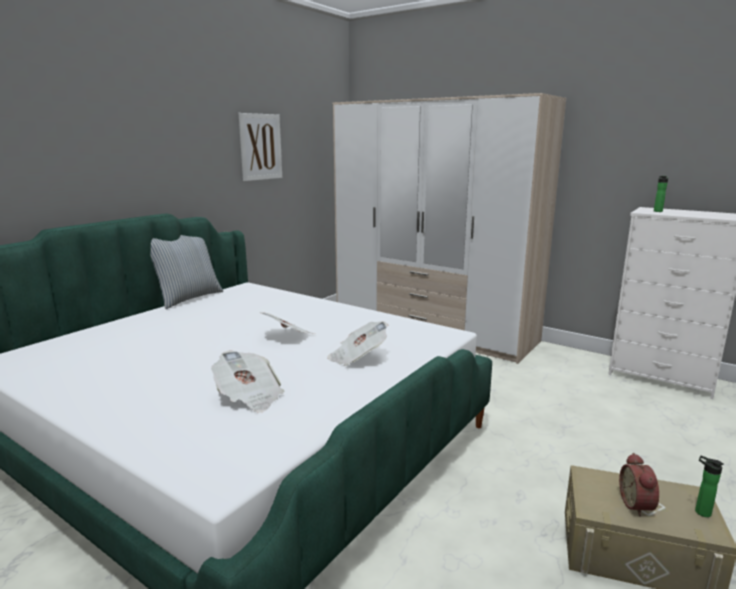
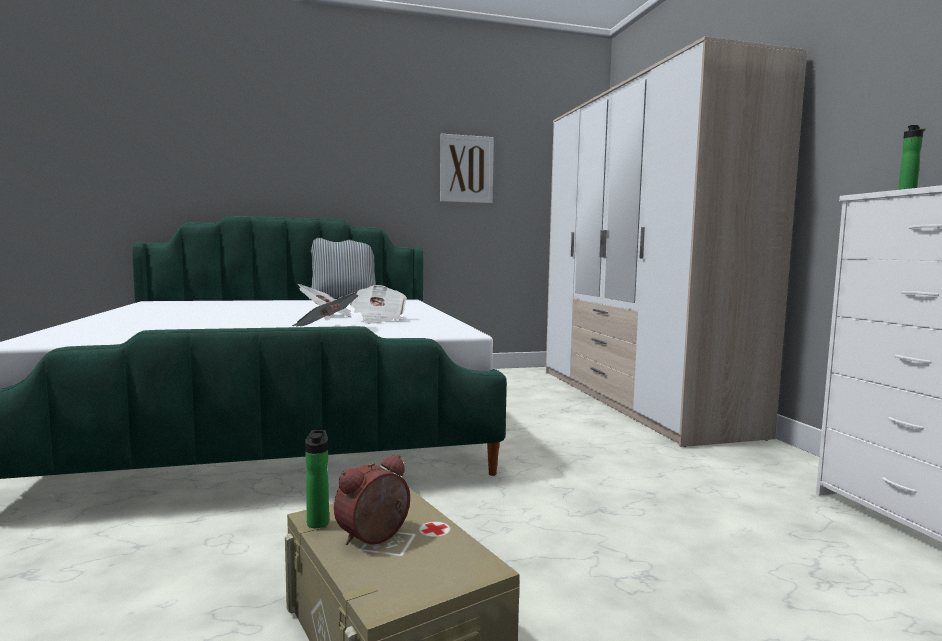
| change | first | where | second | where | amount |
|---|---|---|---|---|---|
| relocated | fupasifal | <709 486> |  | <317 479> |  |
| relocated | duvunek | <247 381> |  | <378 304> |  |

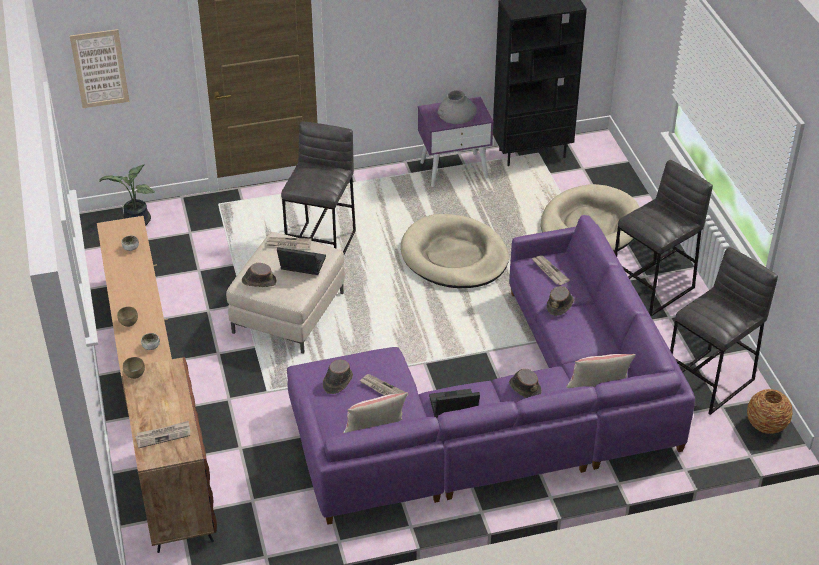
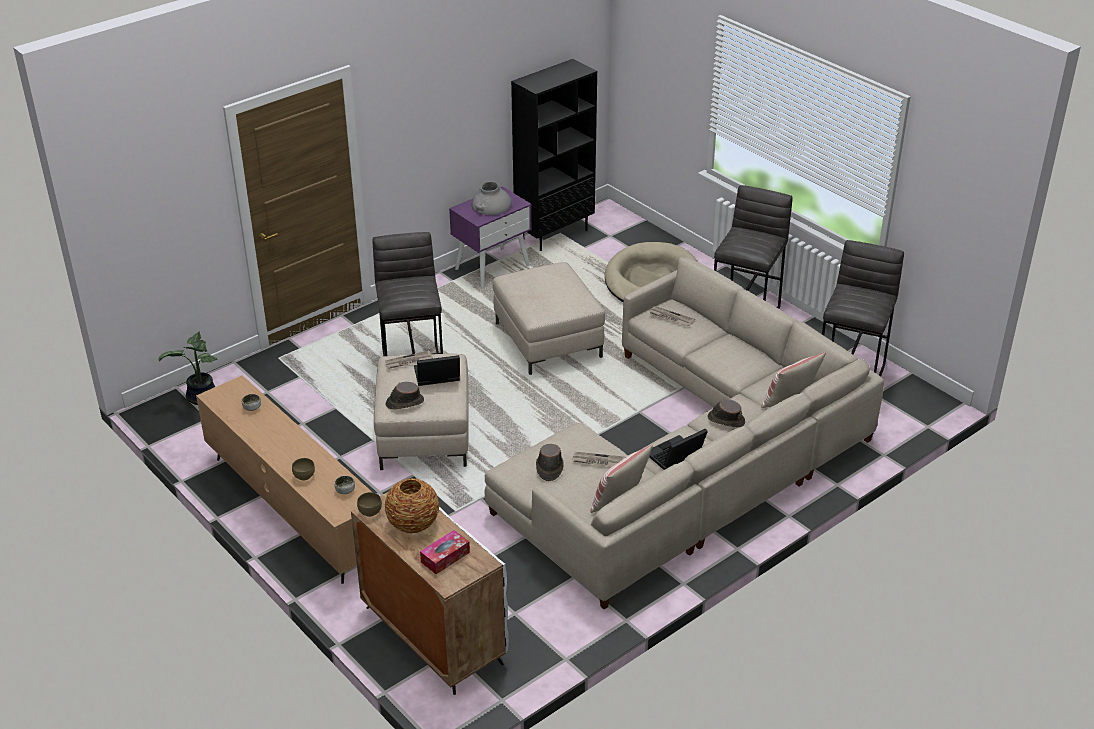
| change | first | where | second | where | amount |
|---|---|---|---|---|---|
| colour | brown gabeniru | <169 455> | white gabeniru | <430 593> |  |
| relocated | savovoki | <770 411> |  | <412 505> |  |
| exchanged | duvunek | <163 434> | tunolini | <445 552> |  |
| colour | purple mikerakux | <491 370> | beige mikerakux | <684 433> |  |
| exchanged | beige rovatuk | <455 251> | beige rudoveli | <549 318> |  |
| missing | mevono | <100 68> |  |  |  |
| missing | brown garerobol | <560 301> |  |  |  |

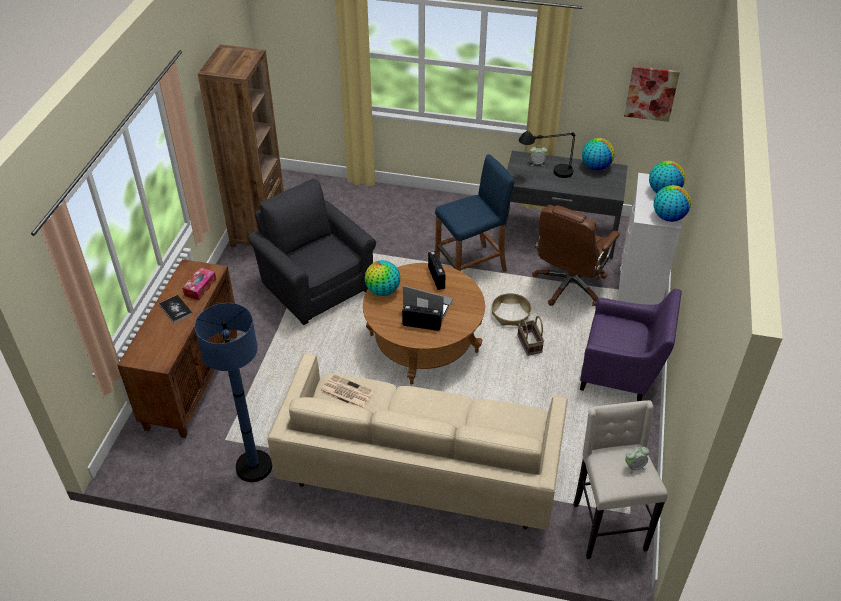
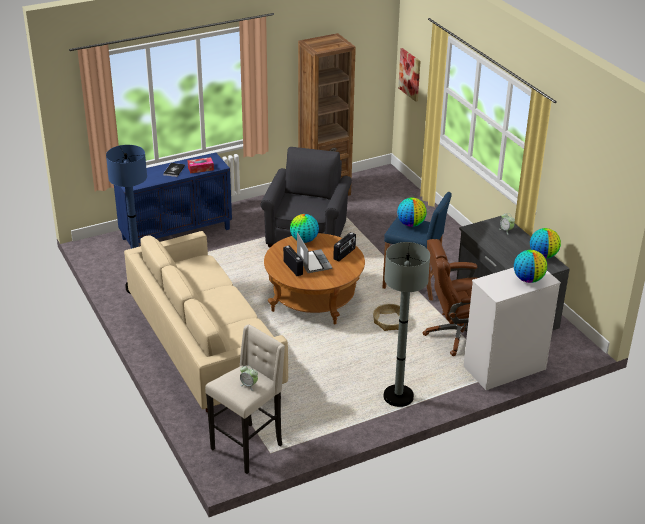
| change | first | where | second | where | amount |
|---|---|---|---|---|---|
| colour | brown gabeniru | <177 348> | blue gabeniru | <173 199> |  |
| exchanged | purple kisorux | <631 345> | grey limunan | <406 324> |  |
| relocated | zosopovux | <672 203> |  | <412 212> |  |
| relocated | mevono | <652 94> |  | <409 75> |  |
| missing | duvunek | <347 391> |  |  |  |
| missing | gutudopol | <531 336> |  |  |  |
| missing | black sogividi | <547 154> |  |  |  |

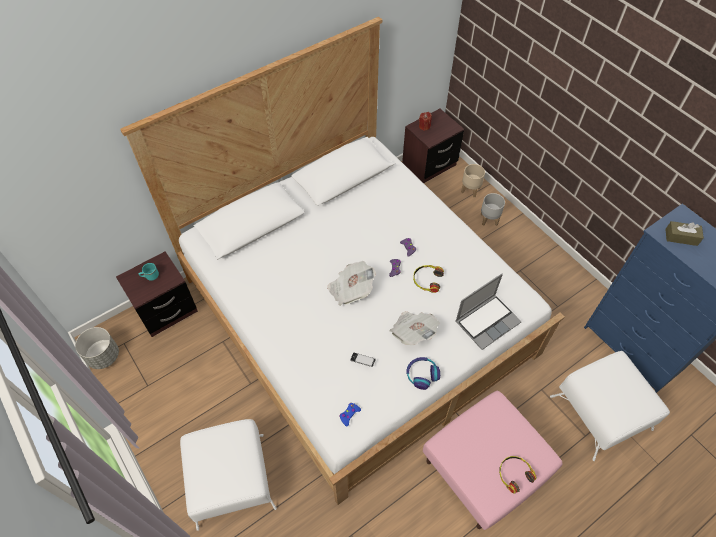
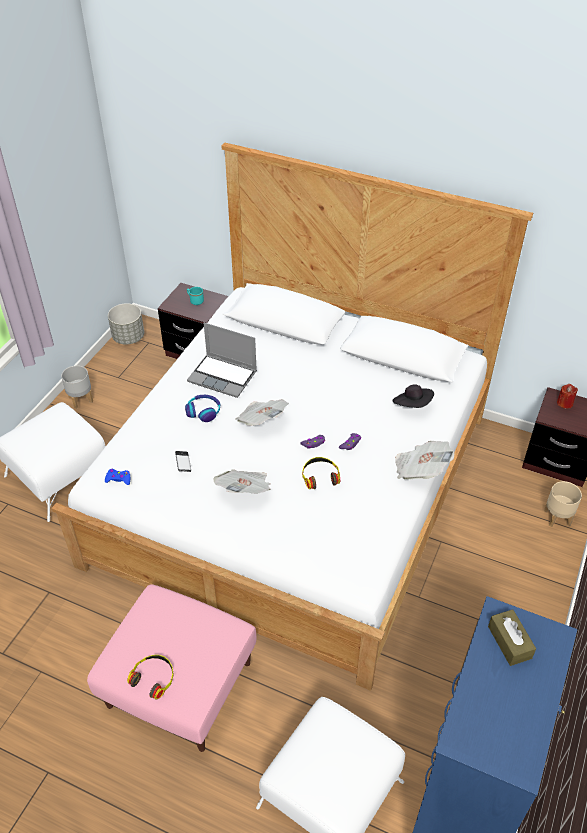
| change | first | where | second | where | amount |
|---|---|---|---|---|---|
| relocated | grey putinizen | <492 209> |  | <77 386> |  |
| relocated | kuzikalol | <423 373> |  | <203 408> |  |
| relocated | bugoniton | <489 312> |  | <222 360> |  |
| appeared |  |  | black garerobol | <413 396> |  |
| appeared |  |  | duvunek | <424 460> |  |

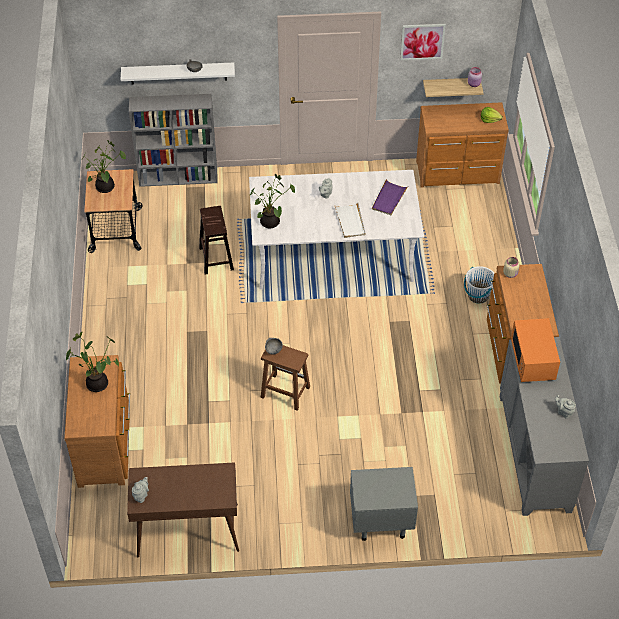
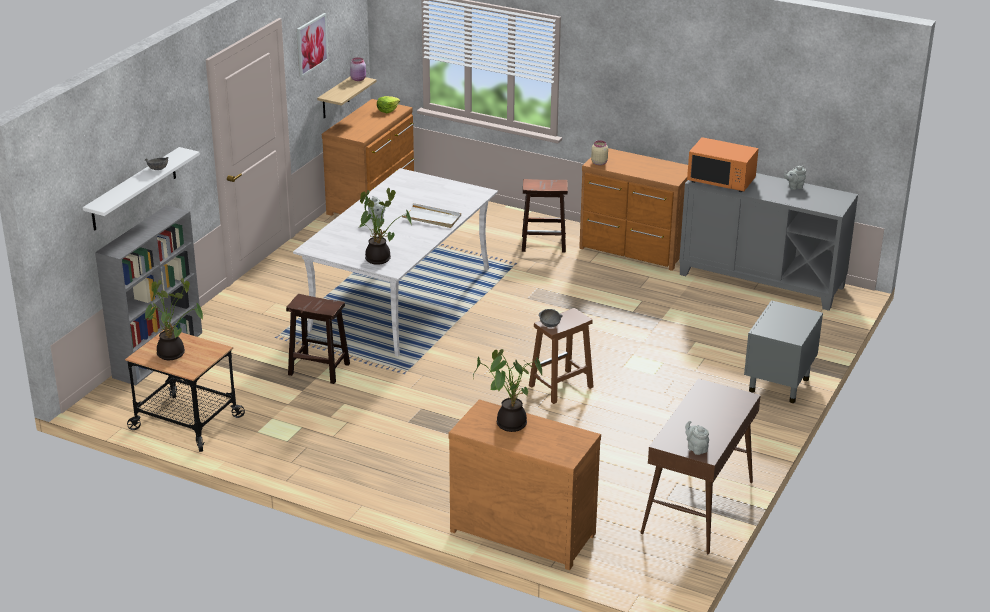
| change | first | where | second | where | amount |
|---|---|---|---|---|---|
| exchanged | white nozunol | <479 285> | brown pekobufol | <545 216> |  |
| missing | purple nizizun | <390 197> |  |  |  |

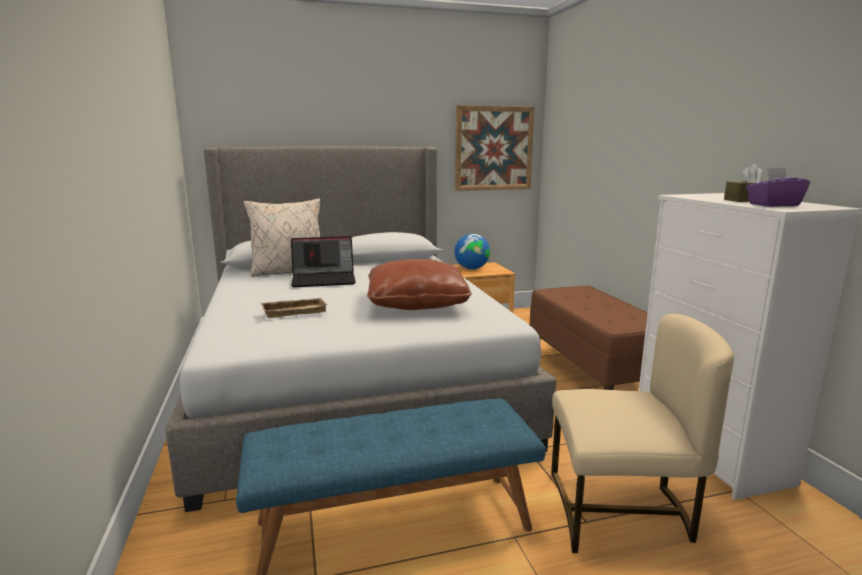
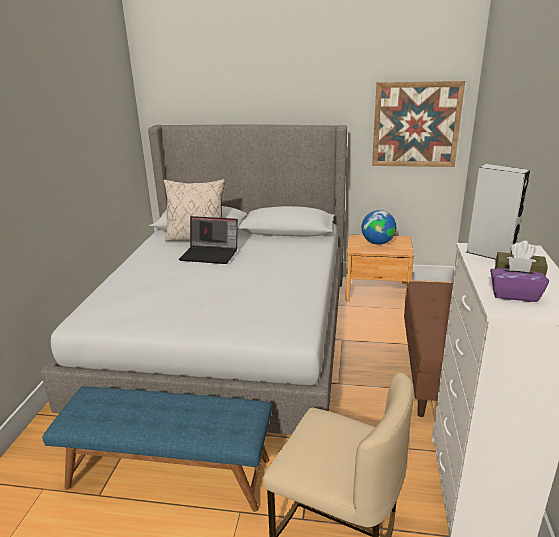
| change | first | where | second | where | amount |
|---|---|---|---|---|---|
| appeared |  |  | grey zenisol | <498 212> |  |
| missing | beige nizizun | <294 308> |  |  |  |
| missing | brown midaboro | <419 284> |  |  |  |

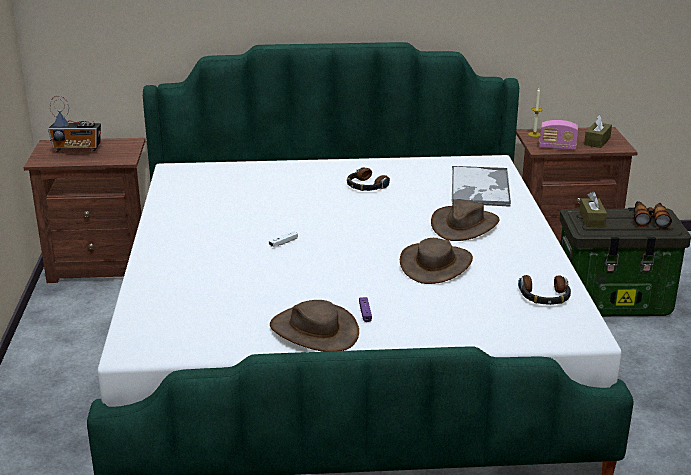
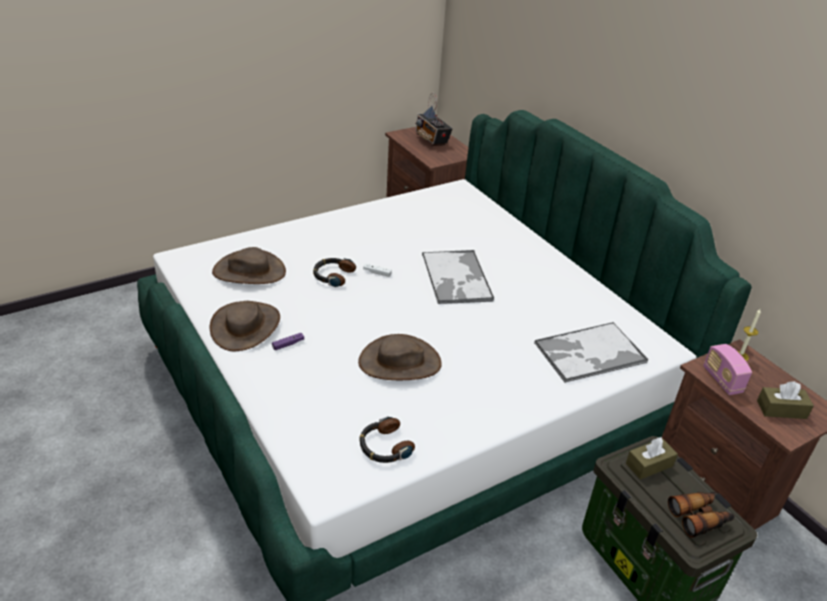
| change | first | where | second | where | amount |
|---|---|---|---|---|---|
| relocated | brown garerobol | <465 220> |  | <249 265> |  |
| relocated | kuzikalol | <368 179> |  | <334 272> |  |
| appeared |  |  | nizizun | <458 277> |  |

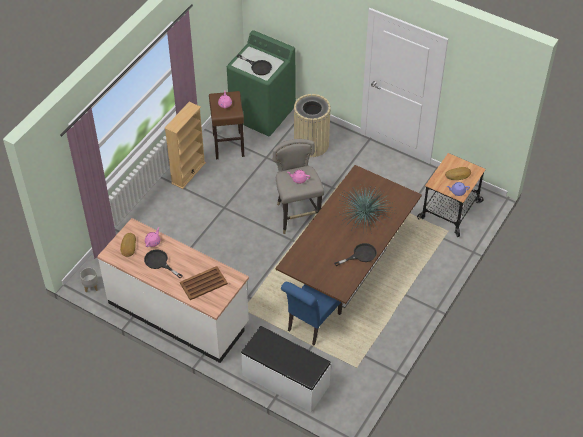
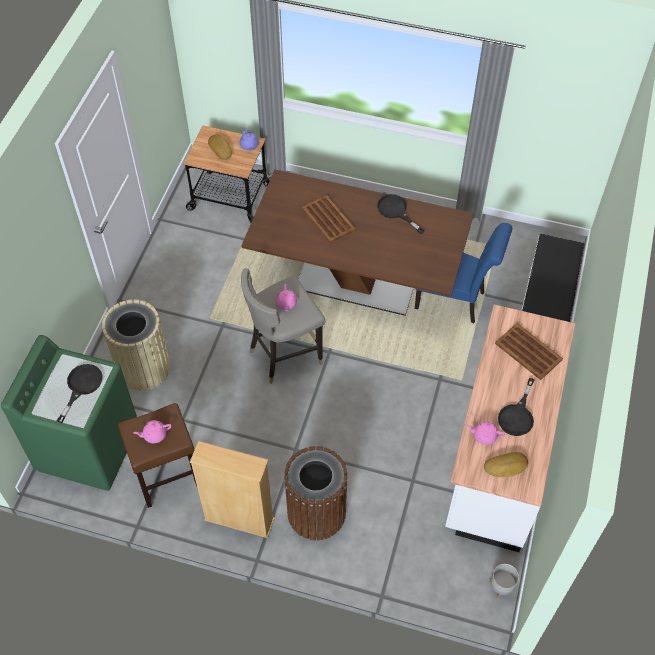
| change | first | where | second | where | amount |
|---|---|---|---|---|---|
| appeared |  |  | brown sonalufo | <316 493> |  |
| exchanged | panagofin | <365 209> | brown nizizun | <329 219> |  |

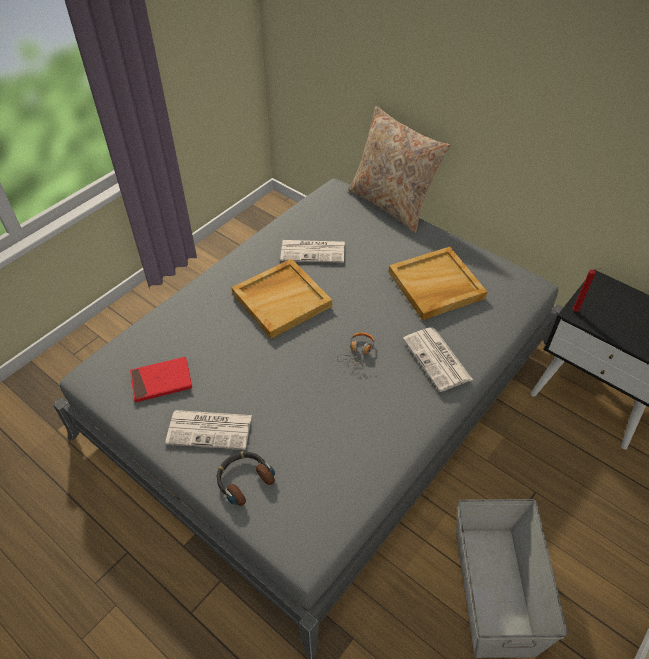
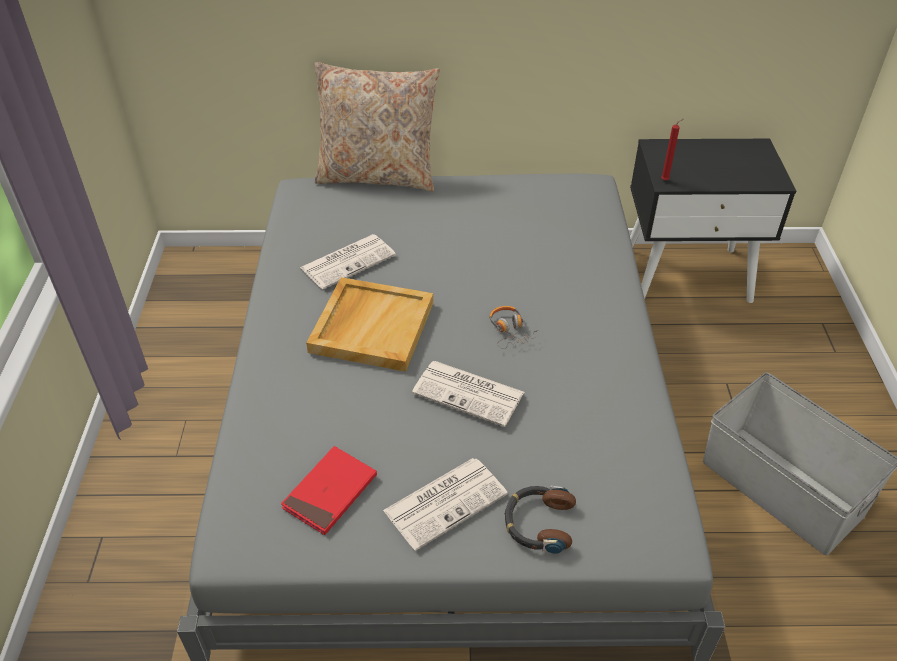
| change | first | where | second | where | amount |
|---|---|---|---|---|---|
| relocated | duvunek | <438 359> |  | <468 394> |  |
| missing | beige nizizun | <437 283> |  |  |  |

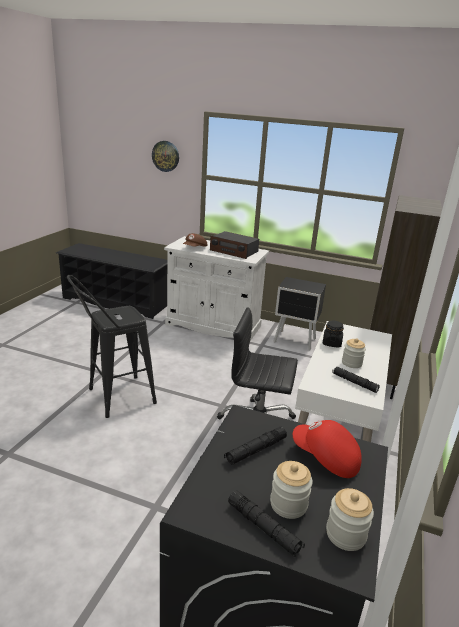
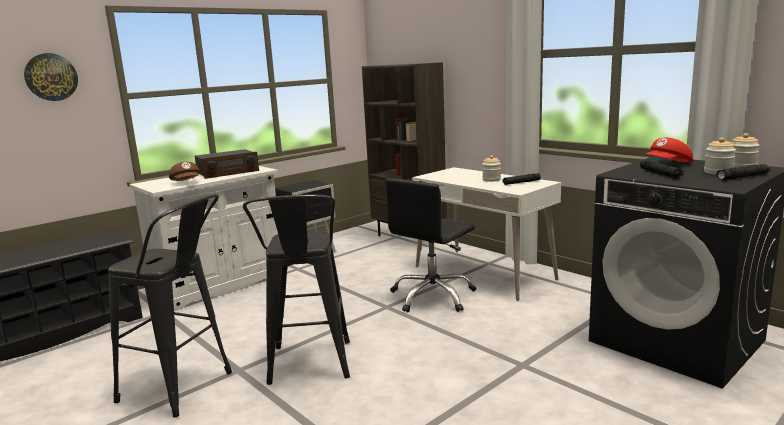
| change | first | where | second | where | amount |
|---|---|---|---|---|---|
| appeared |  |  | black pekobufol | <170 306> |  |
| missing | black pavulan | <333 334> |  |  |  |

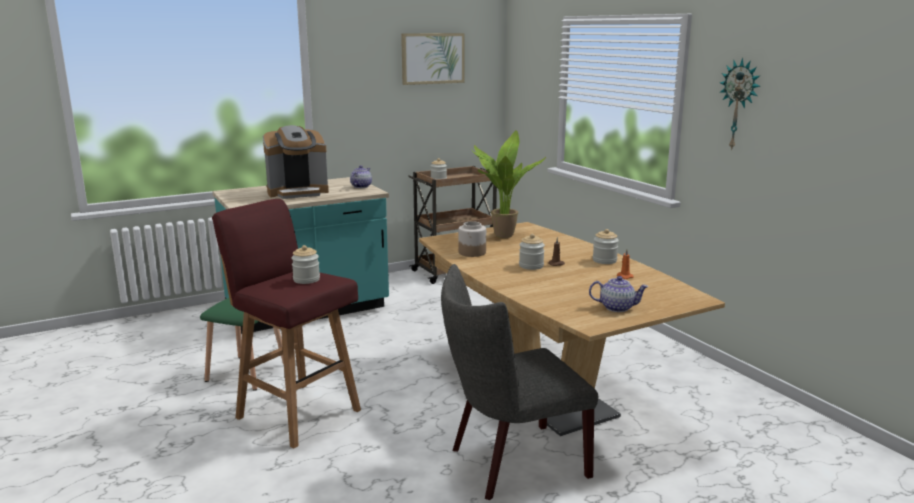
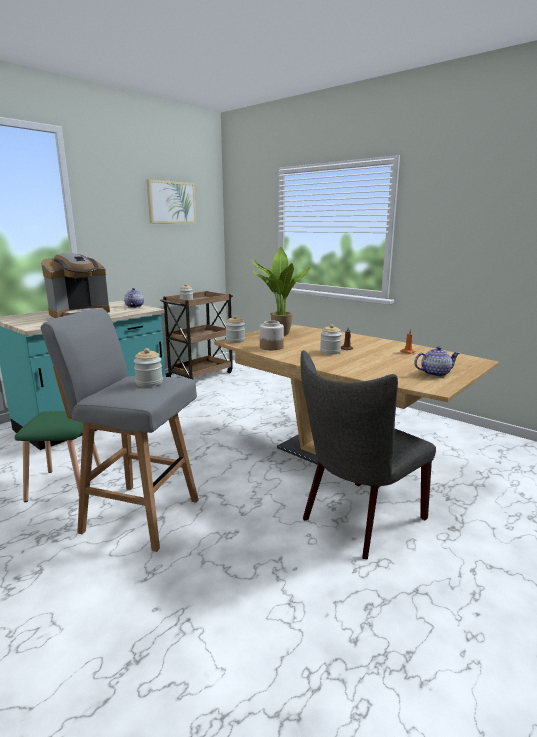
| change | first | where | second | where | amount |
|---|---|---|---|---|---|
| colour | red pekobufol | <286 324> | grey pekobufol | <120 430> |  |
| relocated | pavulan | <606 246> |  | <235 329> |  |
| missing | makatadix | <740 104> |  |  |  |

